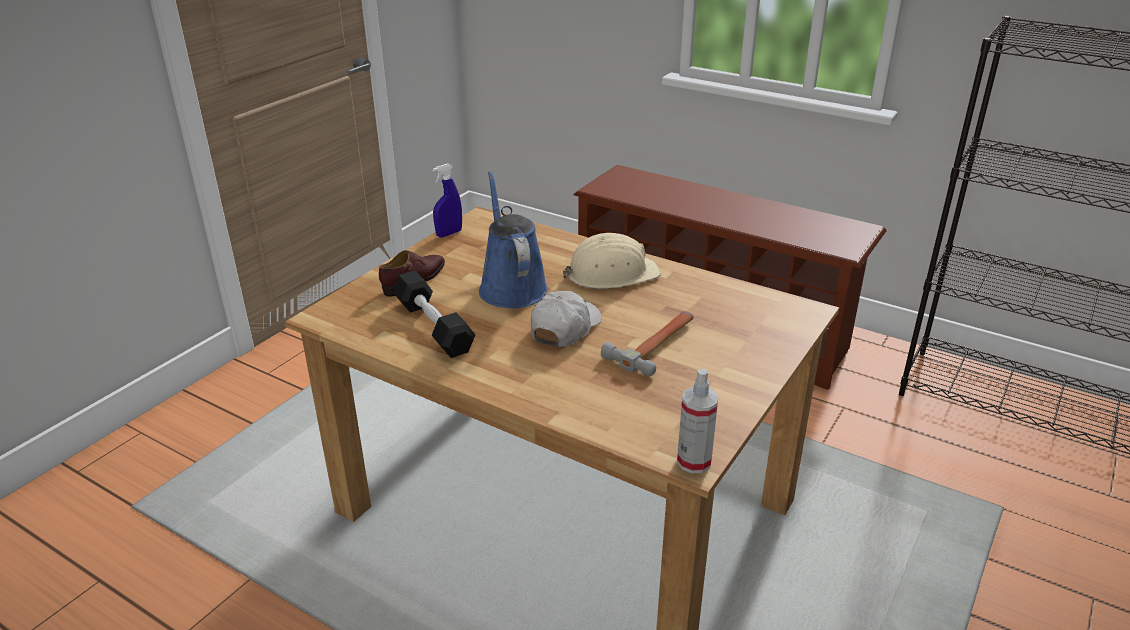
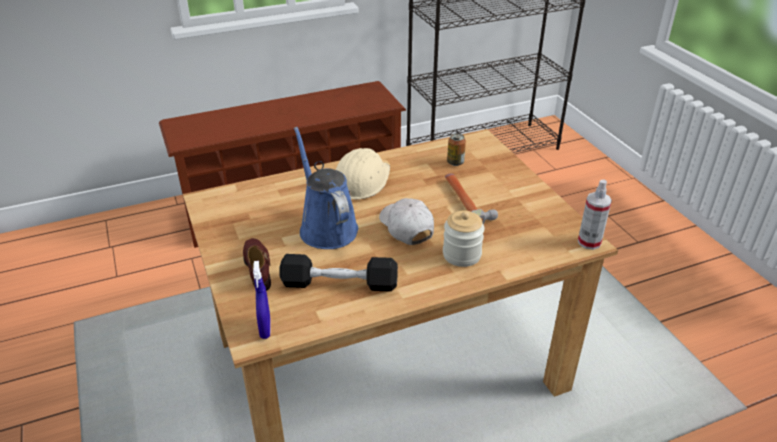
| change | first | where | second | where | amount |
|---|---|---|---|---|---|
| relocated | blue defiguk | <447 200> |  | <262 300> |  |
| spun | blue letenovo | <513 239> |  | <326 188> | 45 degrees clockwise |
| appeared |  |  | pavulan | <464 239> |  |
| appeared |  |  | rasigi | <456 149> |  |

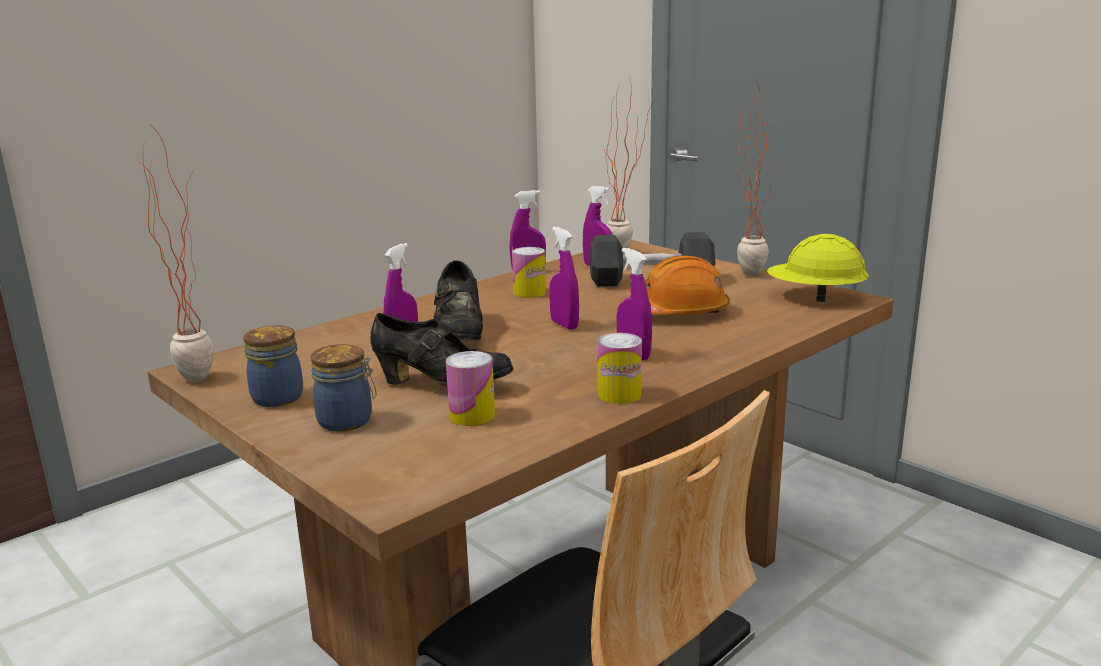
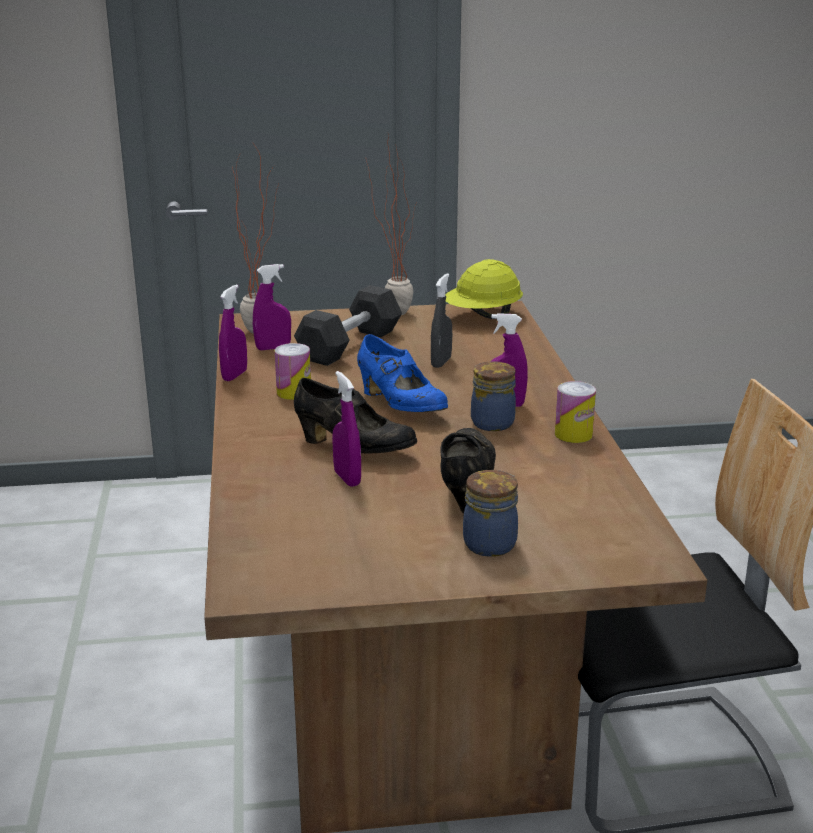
| change | first | where | second | where | amount |
|---|---|---|---|---|---|
| exchanged | purple defiguk | <564 278> | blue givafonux | <402 373> |  |
| exchanged | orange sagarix | <688 285> | grey defiguk | <441 320> |  |
| spun | black givafonux | <442 349> |  | <468 470> | 45 degrees counterclockwise |
| relocated | pavulan | <273 366> |  | <493 396> |  |
| missing | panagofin | <176 256> |  |  |  |
| missing | rasigi | <470 388> |  |  |  |

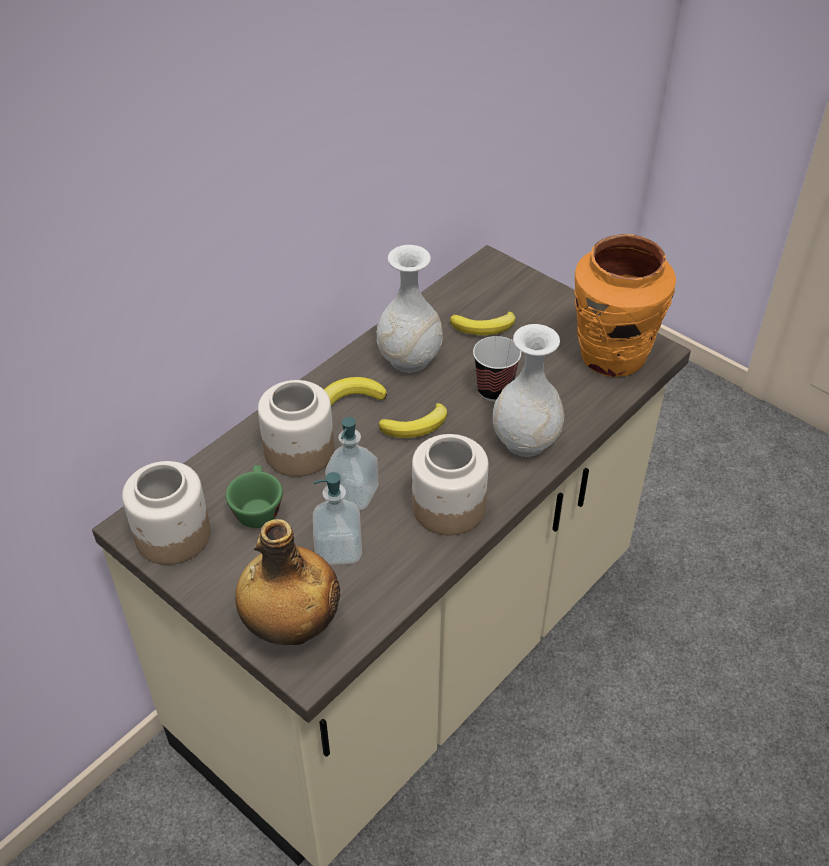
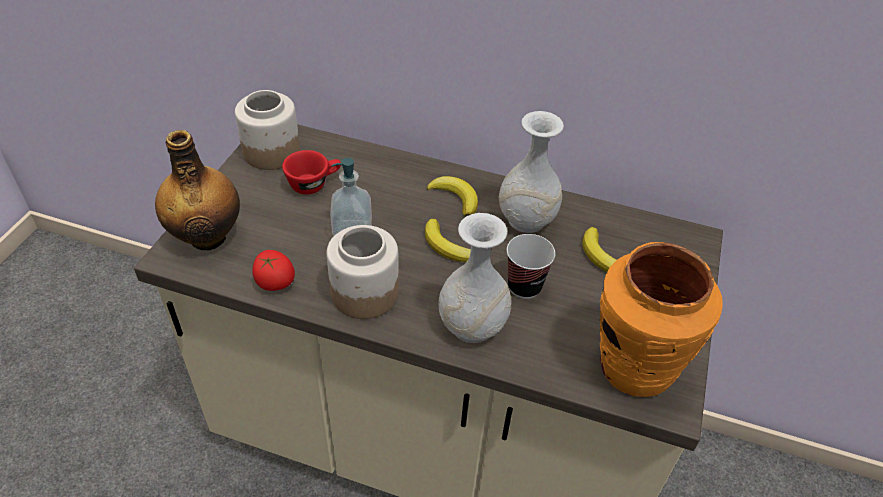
| change | first | where | second | where | amount |
|---|---|---|---|---|---|
| appeared |  |  | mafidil | <274 270> |  |
| colour | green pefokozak | <254 496> | red pefokozak | <311 172> |  |
| missing | pavulan | <296 428> |  |  |  |
| missing | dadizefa | <337 518> |  |  |  |

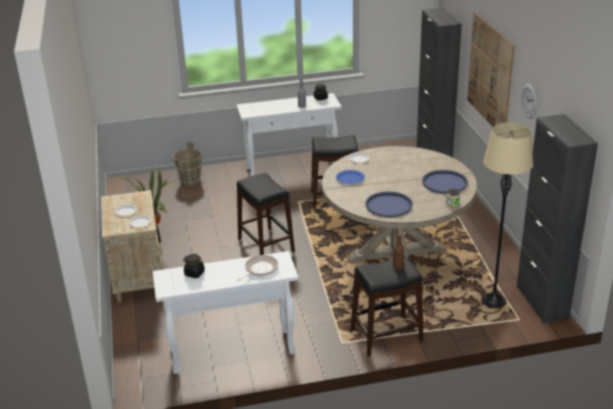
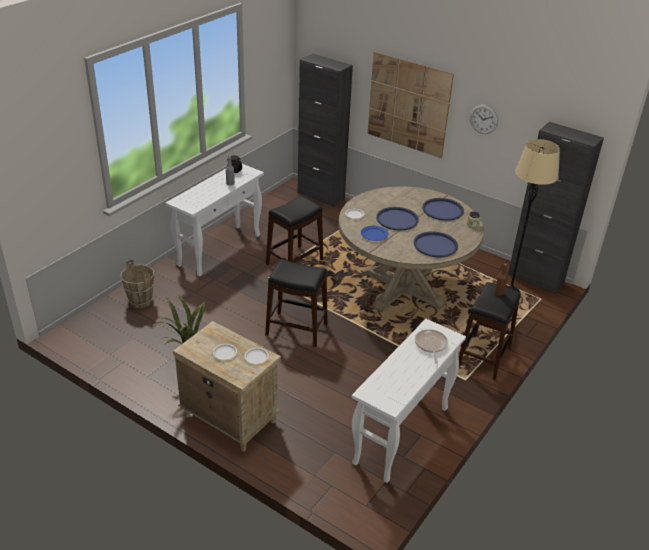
| change | first | where | second | where | amount |
|---|---|---|---|---|---|
| appeared |  |  | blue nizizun | <397 219> |  |
| missing | black pavulan | <194 266> |  |  |  |

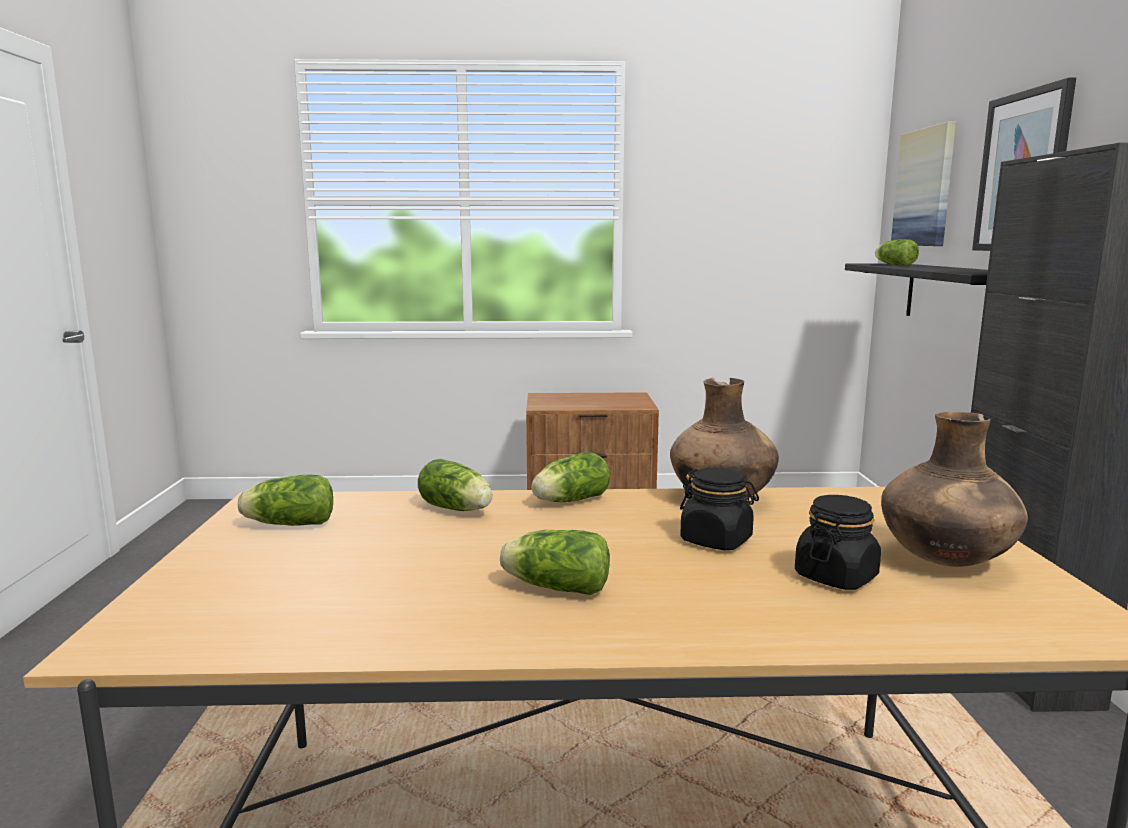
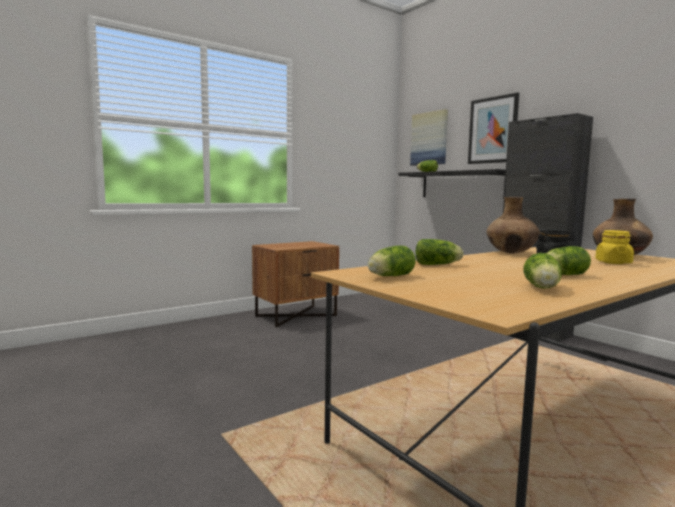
| change | first | where | second | where | amount |
|---|---|---|---|---|---|
| relocated | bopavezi | <570 477> |  | <542 271> |  |
| colour | black pavulan | <838 542> | yellow pavulan | <614 247> |  |

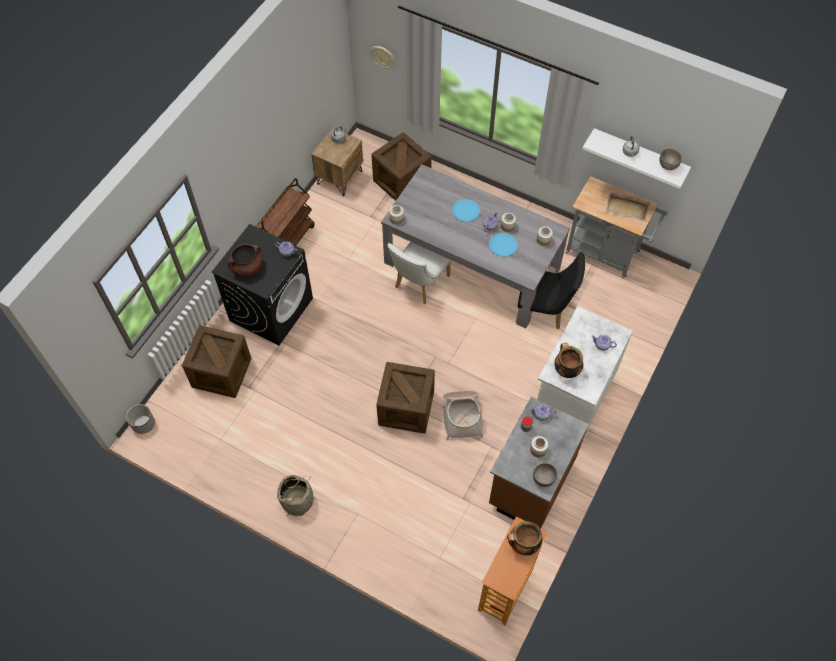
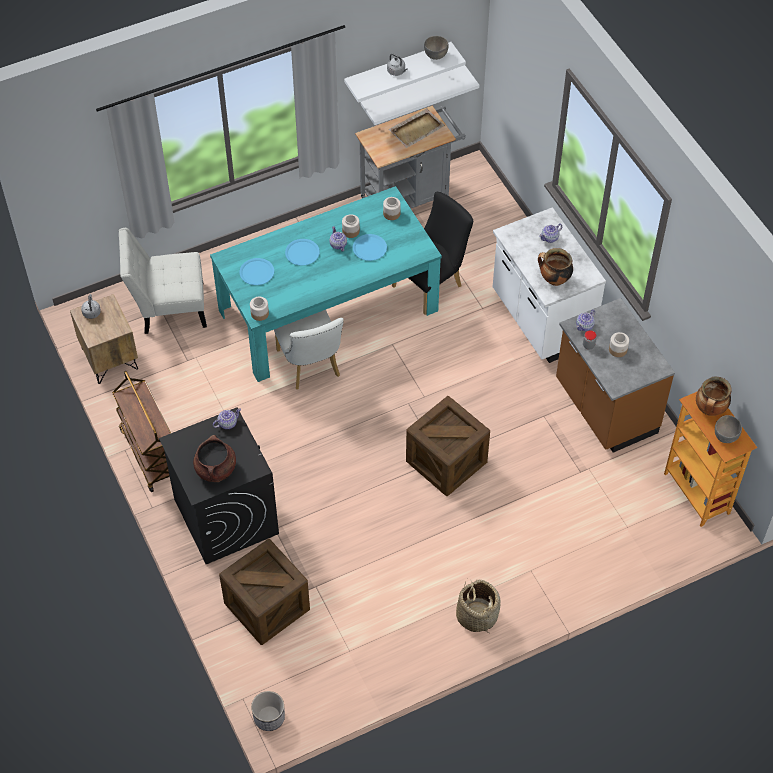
| change | first | where | second | where | amount |
|---|---|---|---|---|---|
| exchanged | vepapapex | <401 166> | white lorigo | <163 281> |  |
| colour | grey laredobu | <475 246> | turquoise laredobu | <326 284> |  |
| appeared |  |  | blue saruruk | <256 271> |  |
| appeared |  |  | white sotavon | <420 95> |  |
| relocated | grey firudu | <545 475> |  | <728 429> |  |
| missing | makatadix | <382 57> |  |  |  |
| missing | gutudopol | <463 415> |  |  |  |

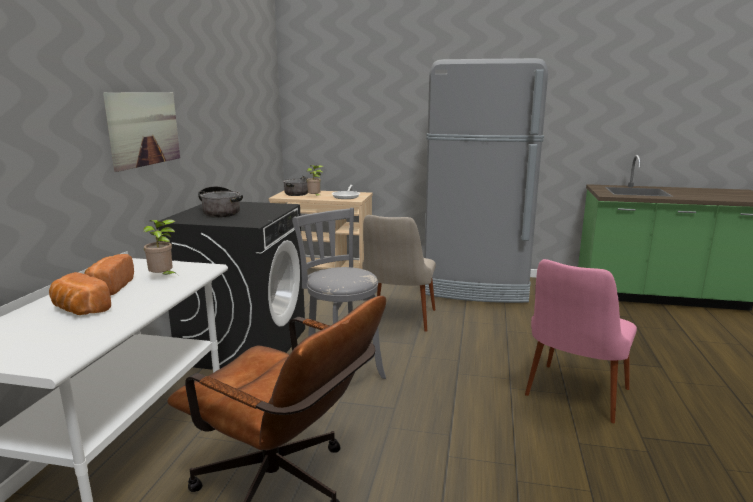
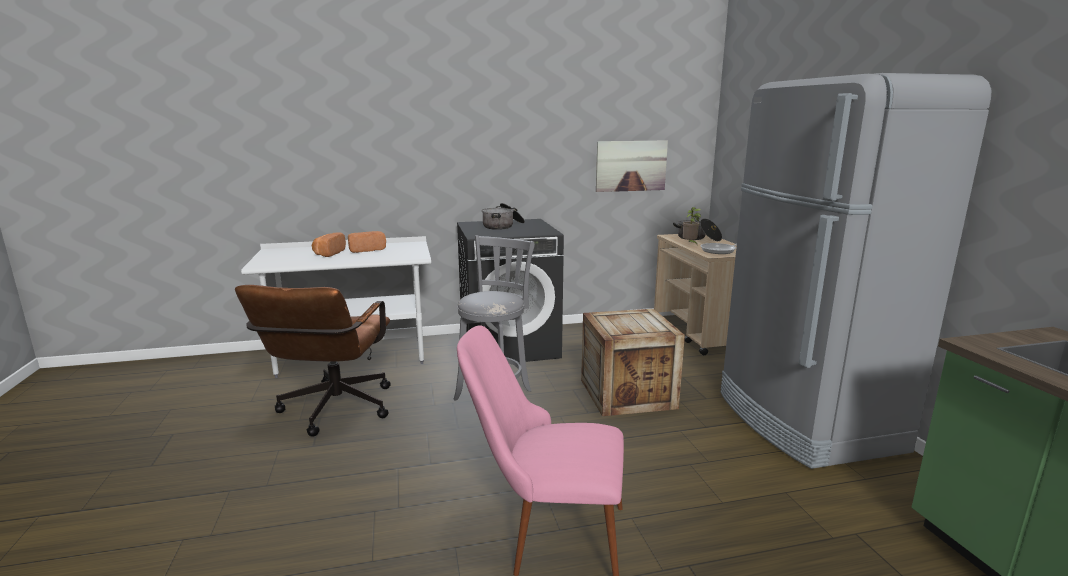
| change | first | where | second | where | amount |
|---|---|---|---|---|---|
| exchanged | beige lorigo | <399 273> | vepapapex | <633 362> |  |
| relocated | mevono | <141 132> |  | <632 166> |  |
| missing | panagofin | <160 247> |  |  |  |

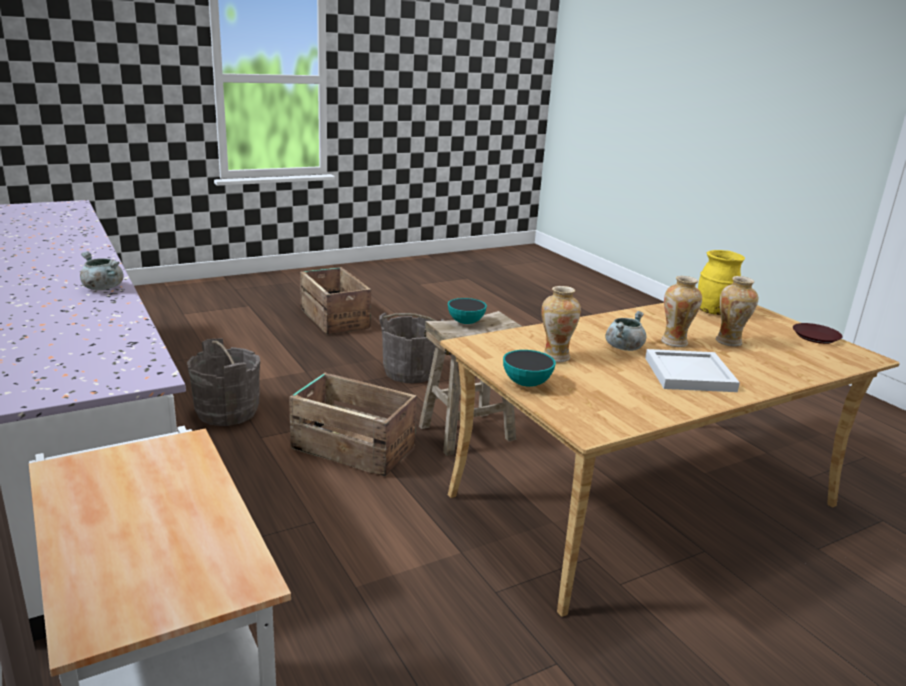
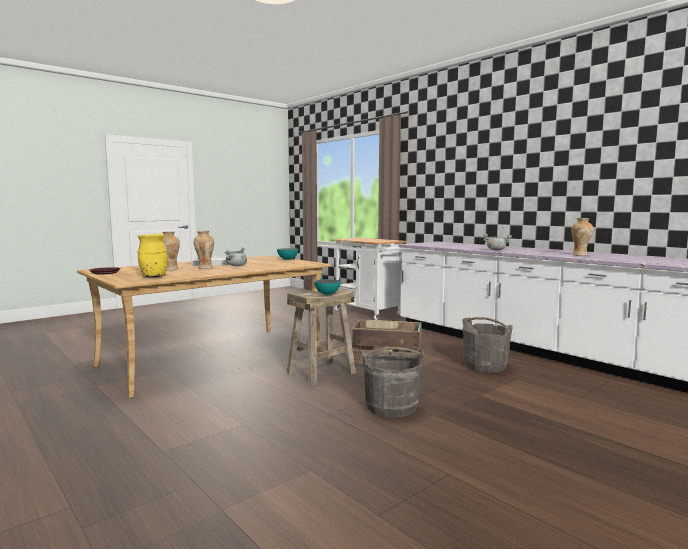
| change | first | where | second | where | amount |
|---|---|---|---|---|---|
| relocated | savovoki | <561 324> |  | <582 237> |  |
| missing | vepapapex | <335 301> |  |  |  |

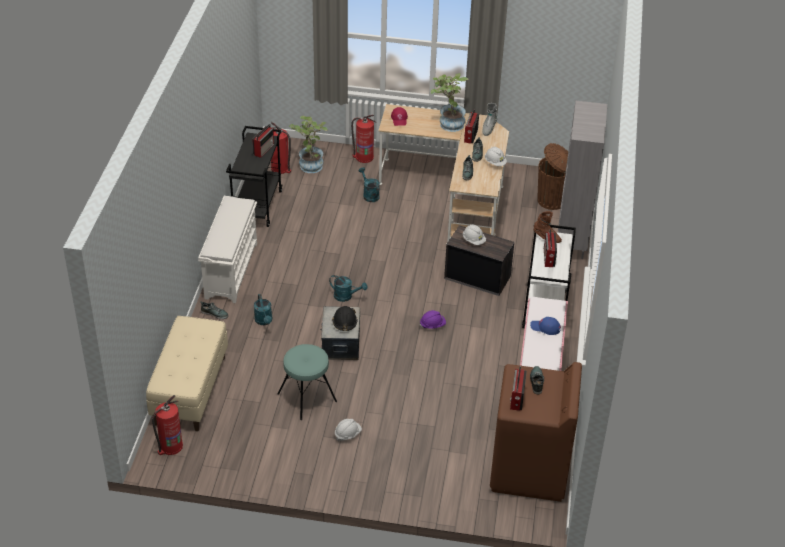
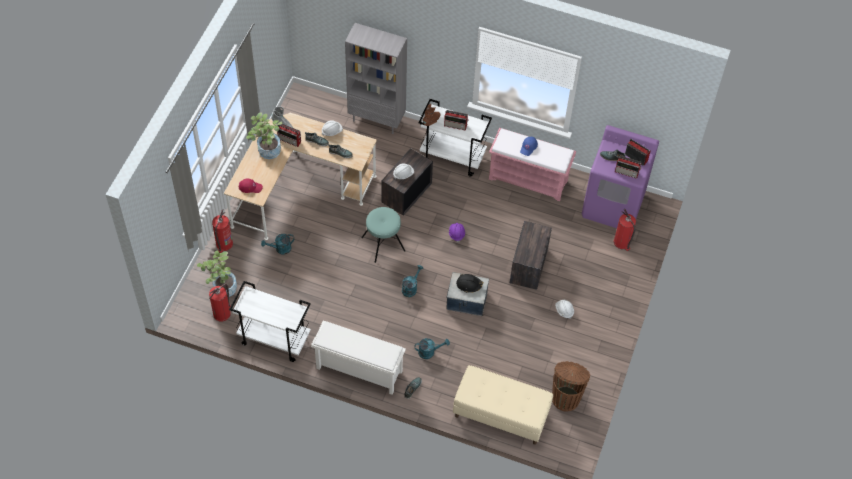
| change | first | where | second | where | amount |
|---|---|---|---|---|---|
| colour | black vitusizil | <254 176> | white vitusizil | <270 321> |  |
| relocated | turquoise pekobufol | <307 382> |  | <383 235> |  |
| appeared |  |  | vepapapex | <531 255> |  |
| relocated | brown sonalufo | <553 176> |  | <571 386> |  |
| colour | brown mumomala | <536 432> | purple mumomala | <620 176> |  |
| relocated | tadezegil | <167 425> |  | <625 230> |  |
| relocated | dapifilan | <263 141> |  | <637 152> |  |

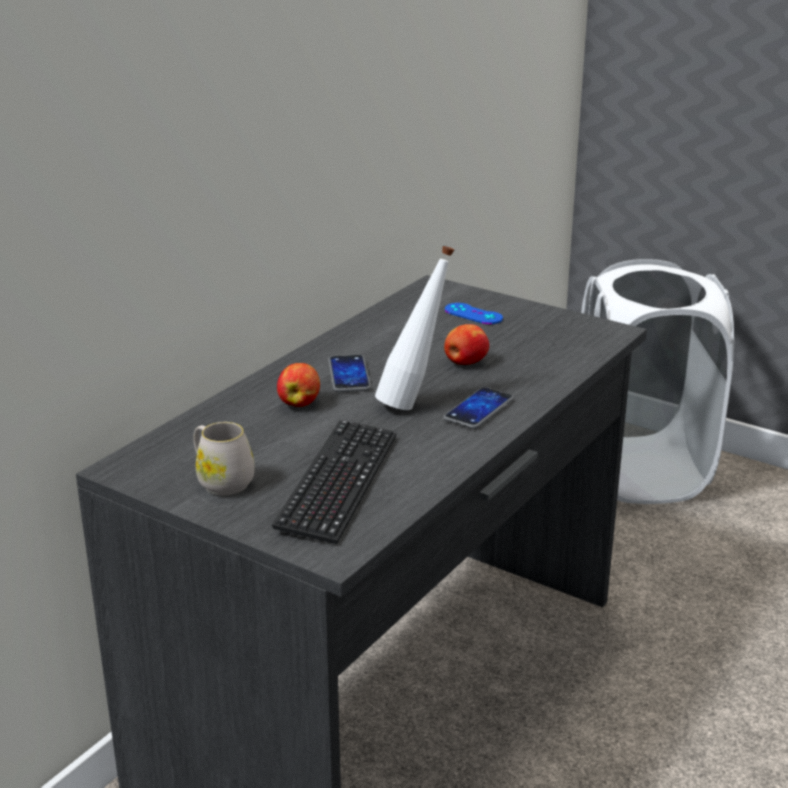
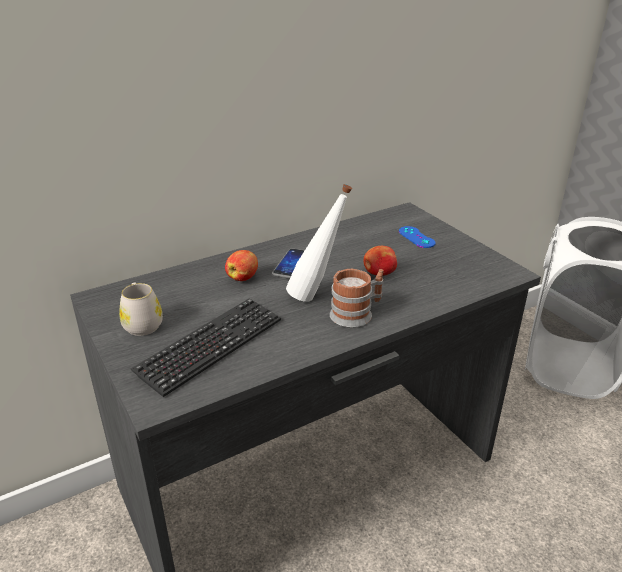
| change | first | where | second | where | amount |
|---|---|---|---|---|---|
| exchanged | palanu | <478 408> | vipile | <357 298> |  |

